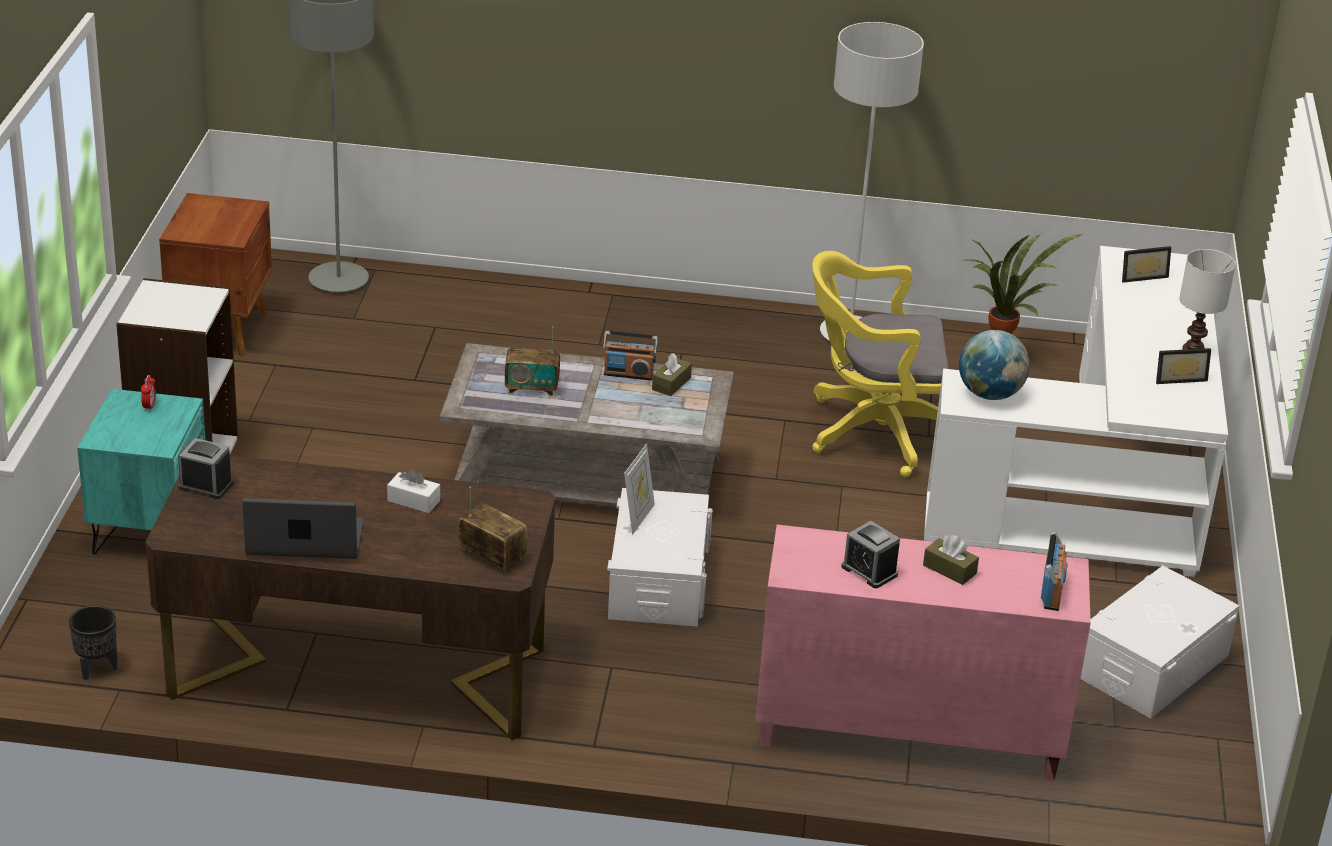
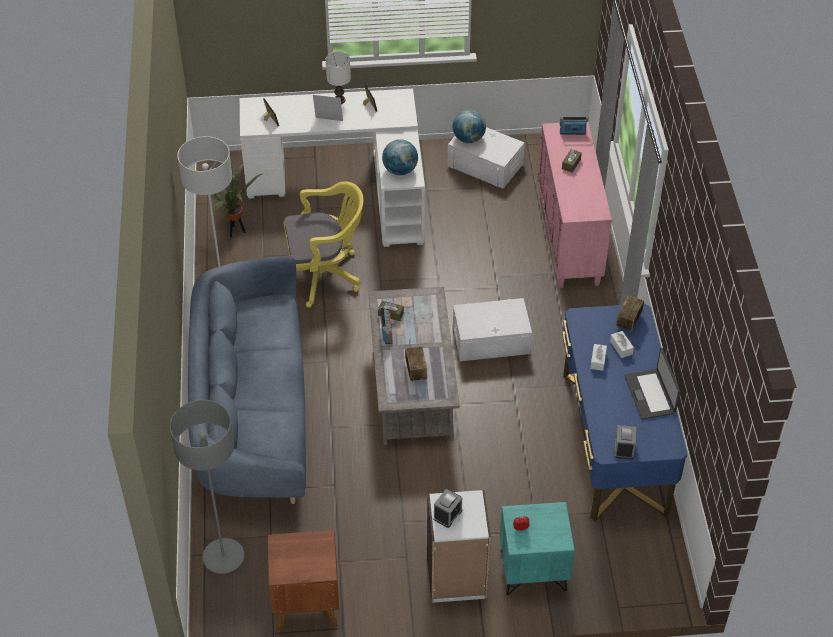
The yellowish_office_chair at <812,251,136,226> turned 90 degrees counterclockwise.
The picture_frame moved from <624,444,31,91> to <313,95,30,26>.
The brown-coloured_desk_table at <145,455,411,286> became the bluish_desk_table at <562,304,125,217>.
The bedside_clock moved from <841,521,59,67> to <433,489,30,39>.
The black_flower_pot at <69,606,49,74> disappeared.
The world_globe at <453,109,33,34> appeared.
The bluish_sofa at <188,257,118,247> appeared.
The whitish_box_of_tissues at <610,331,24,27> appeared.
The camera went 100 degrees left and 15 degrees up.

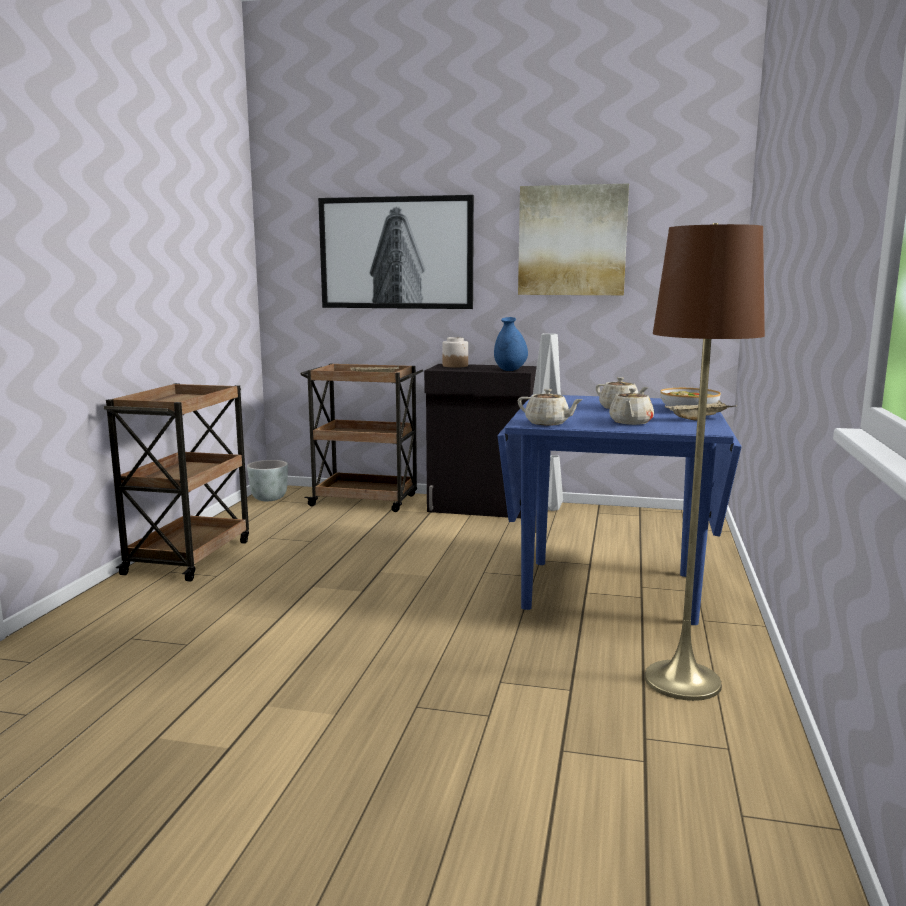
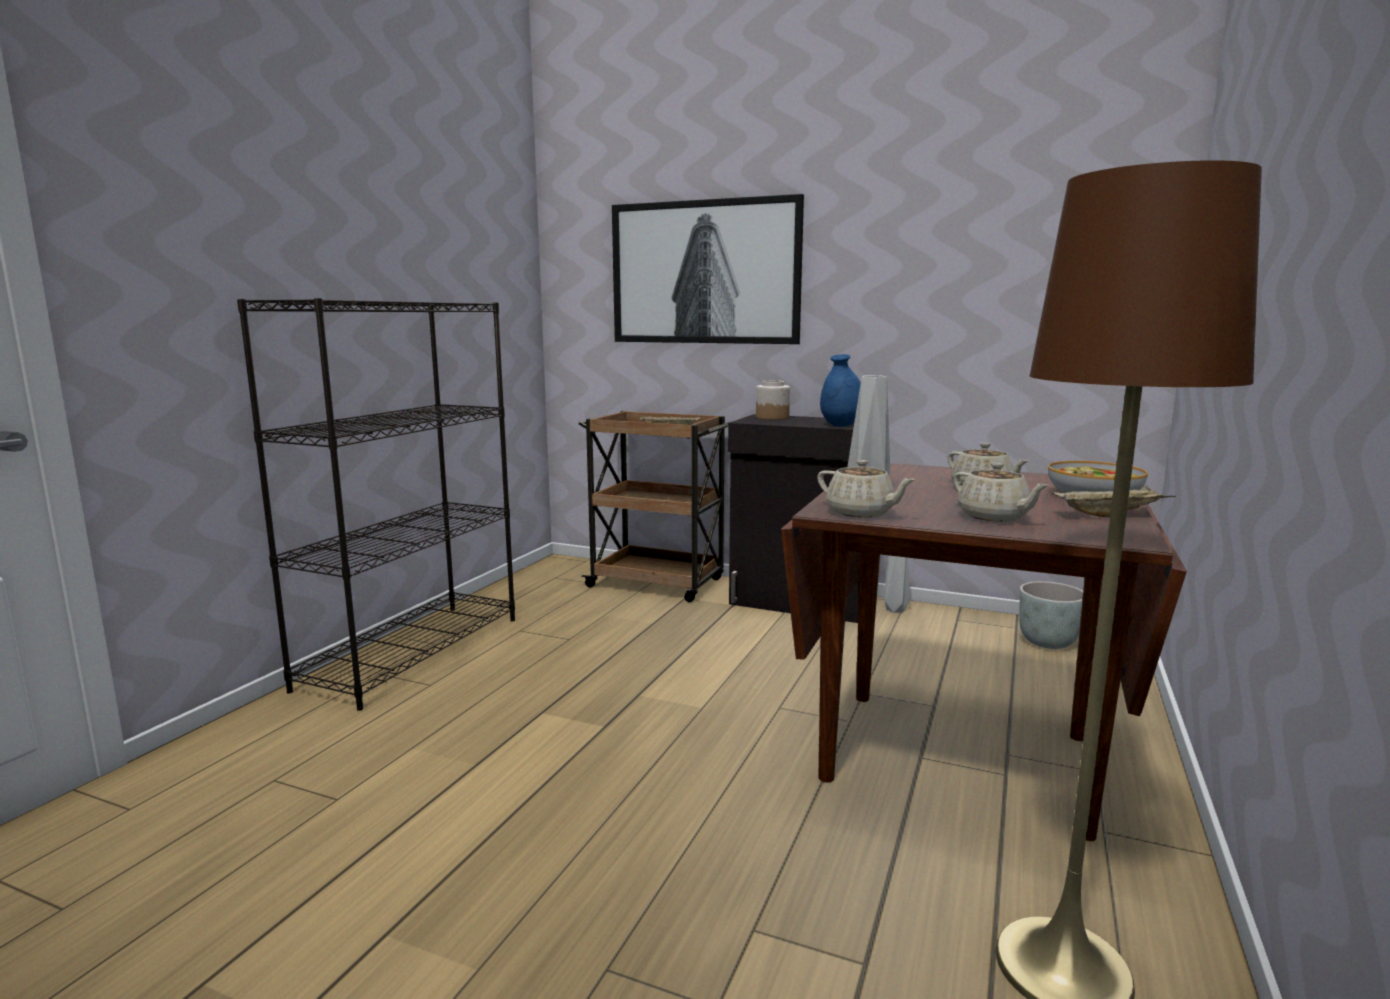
The wall_art at <518,184,111,111> disappeared.
The brown-coloured_trolley at <103,383,146,199> was replaced by the black_bookcase at <237,298,278,413>.
The beige-coloured_teapot at <609,388,45,37> turned 60 degrees counterclockwise.
The bluish_dining_table at <497,394,245,231> became the brown-coloured_dining_table at <781,463,406,378>.
The greyish_flower_pot moved from <247,460,41,41> to <1019,581,64,68>.
The camera went 10 degrees right and 0 degrees up.

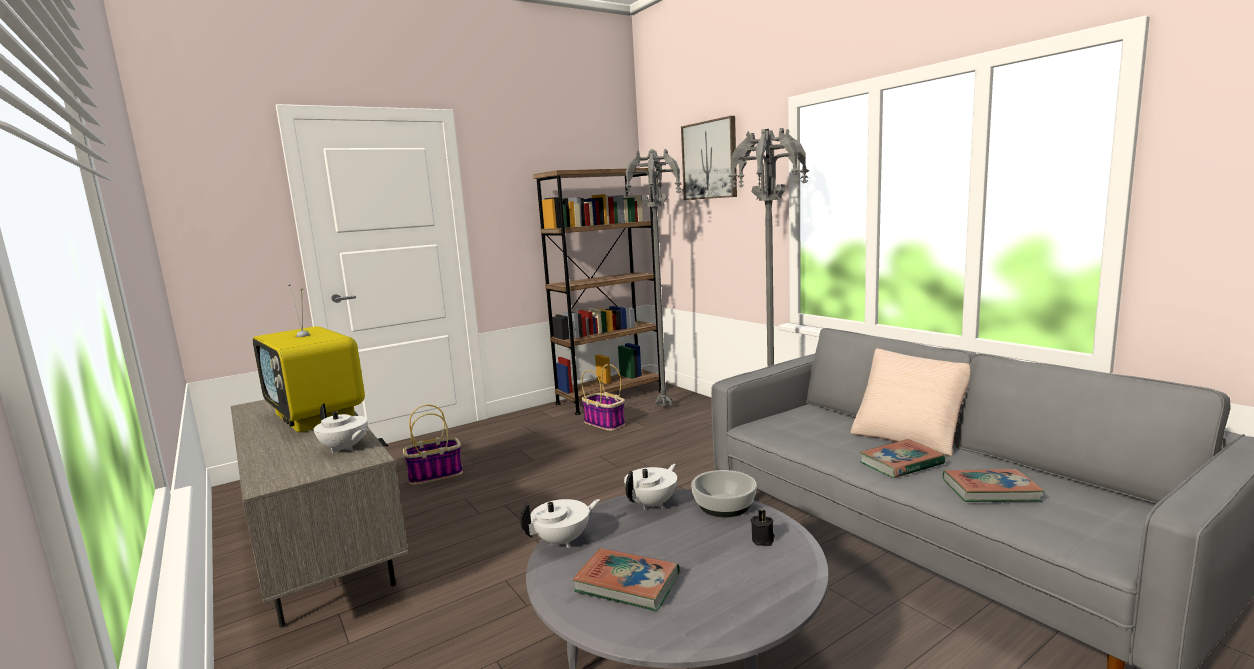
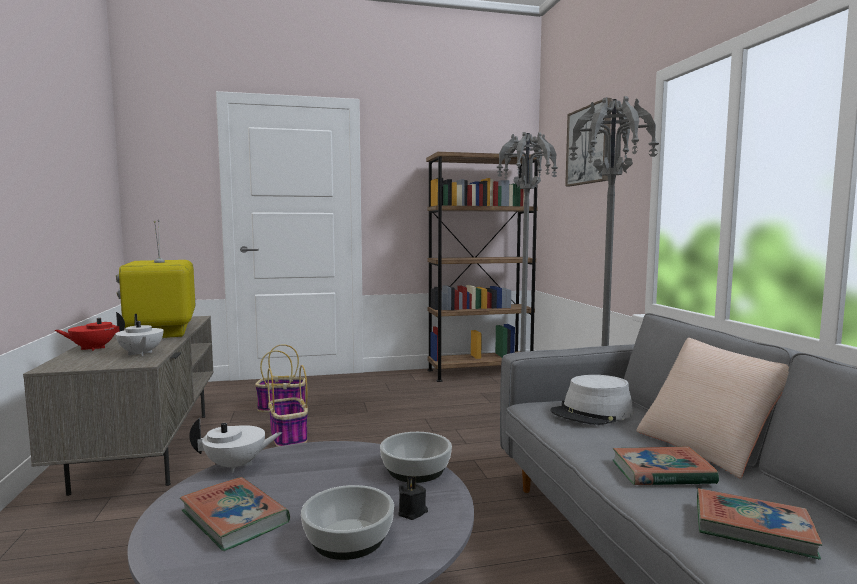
The basket moved from <581,364,44,67> to <267,365,41,82>.
The whitish_teapot at <624,464,53,45> disappeared.
The red_teapot at <54,312,71,39> appeared.
The greyish_wearable_hat at <550,375,83,50> appeared.
The deep_dish at <301,485,93,75> appeared.
The camera went 20 degrees right and 5 degrees down.

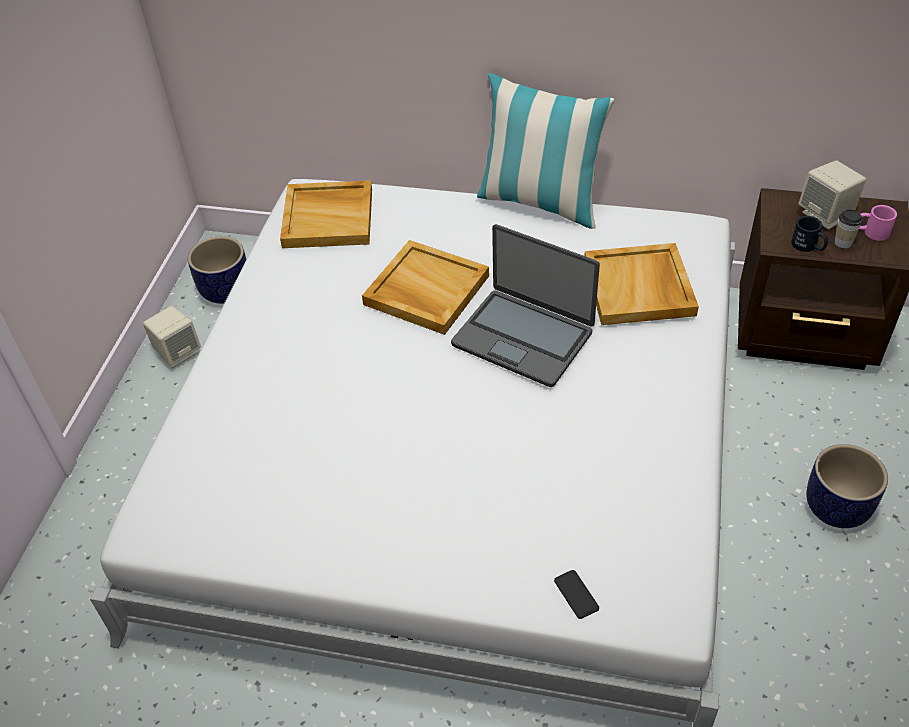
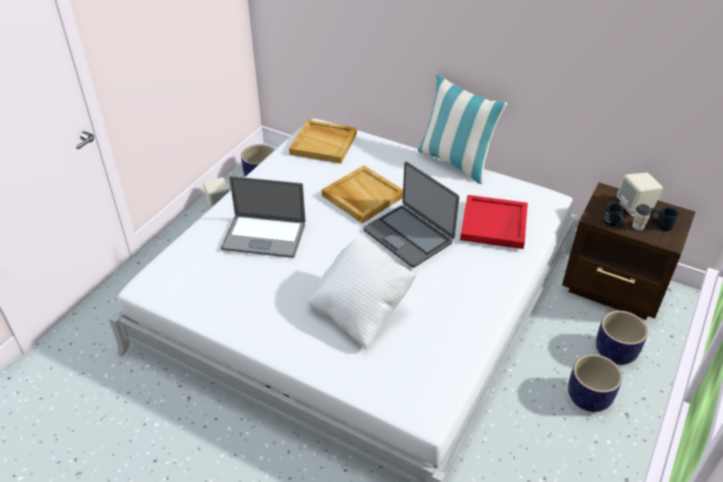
The pink_mug at <860,205,37,36> became the black_mug at <650,207,28,24>.
The beige-coloured_serving_tray at <584,243,115,82> became the red_serving_tray at <460,195,68,54>.
The telephone at <554,570,45,49> disappeared.
The laptop at <221,176,85,82> appeared.
The whitish_pillow at <307,239,110,110> appeared.
The flower_pot at <596,311,52,54> appeared.
The camera went 15 degrees right and 5 degrees down.

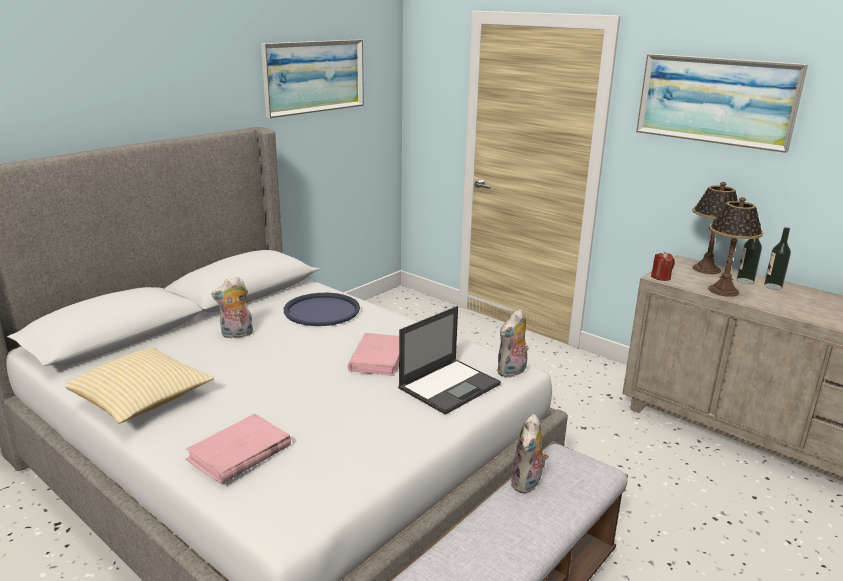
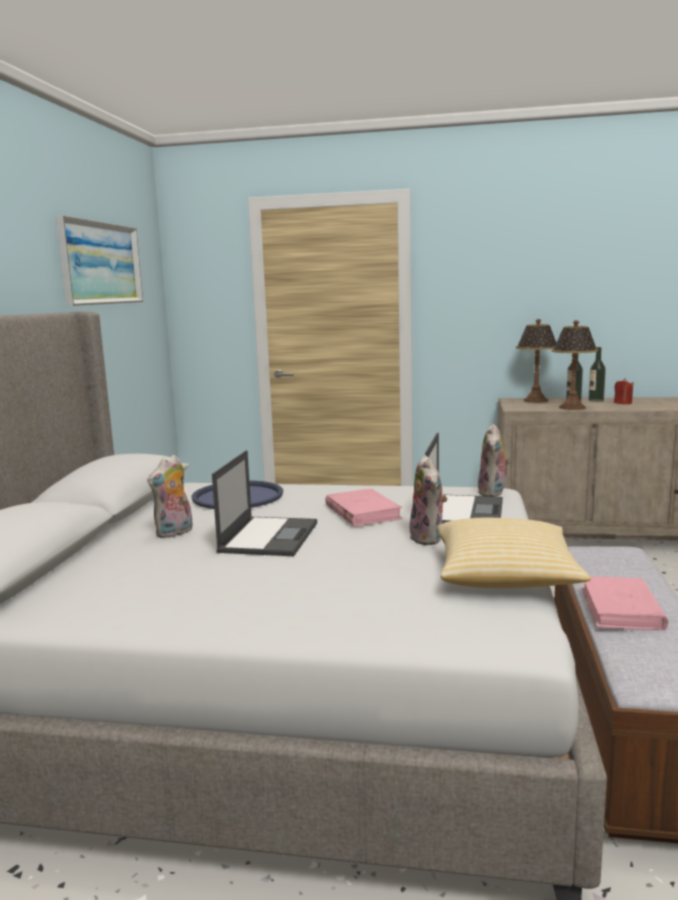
The wall_art at <636,54,172,99> disappeared.
The red_wax_candle moved from <651,252,24,29> to <614,378,20,26>.
The pillow moved from <65,348,149,76> to <437,518,154,70>.
The pink_bound_book moved from <185,414,106,70> to <582,576,86,54>.
The plush_toy moved from <510,414,39,80> to <409,455,38,90>.
The laptop at <212,450,105,106> appeared.
The camera went 30 degrees left and 10 degrees down.

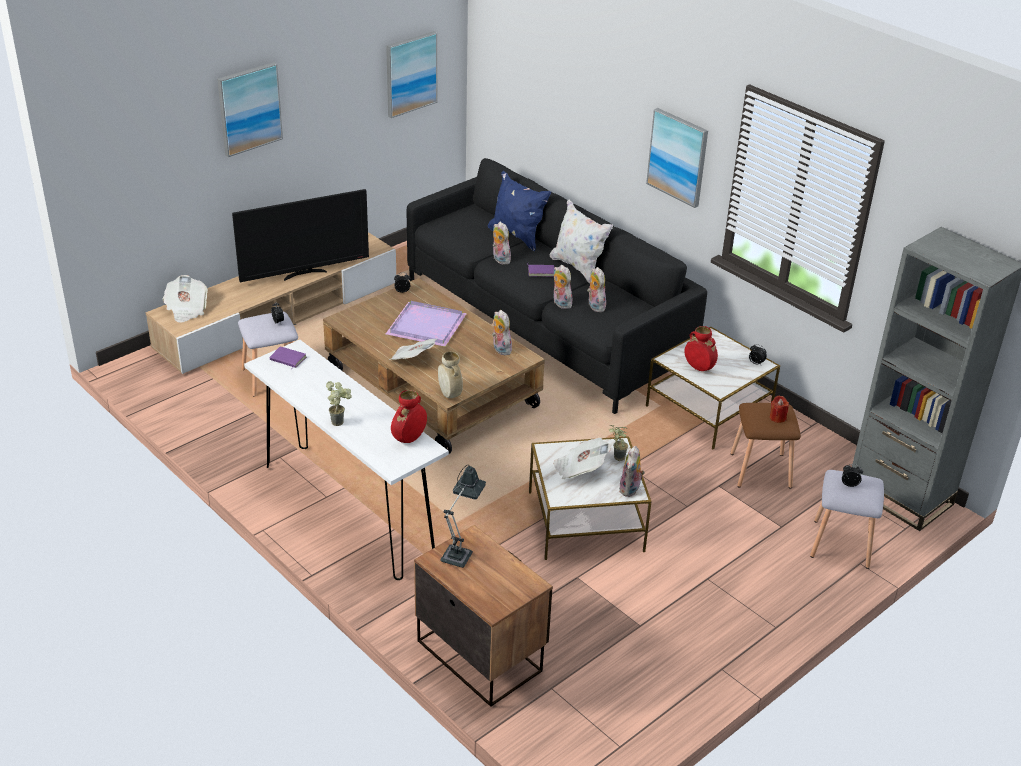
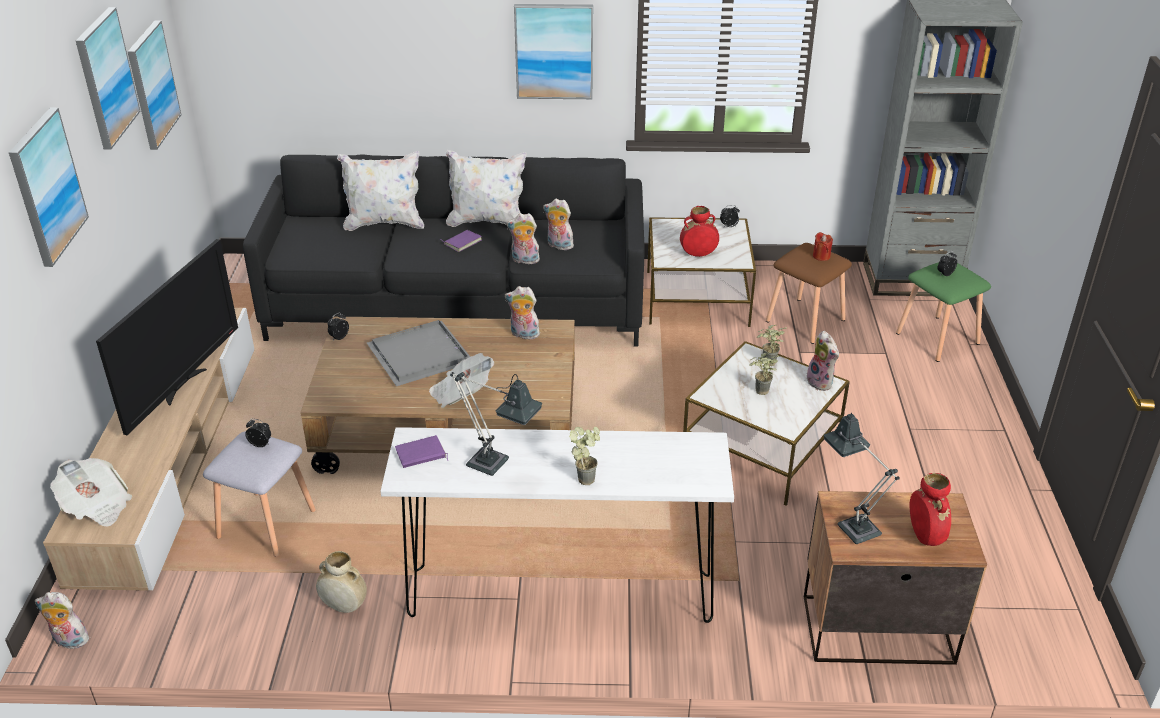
The bluish_pillow at <488,171,63,80> became the whitish_pillow at <337,151,87,80>.
The plush_toy moved from <493,222,19,43> to <35,592,54,57>.
The purple-coloured_serving_tray at <386,301,81,46> became the greyish_serving_tray at <367,320,103,66>.
The beige-coloured_vase moved from <438,351,25,47> to <316,551,51,62>.
The red_vase moved from <391,390,36,53> to <910,473,41,73>.
The newspaper at <553,438,58,41> was replaced by the houseplant at <749,353,31,42>.
The greyish_sitting_stool at <810,470,74,99> became the green-coloured_sitting_stool at <896,262,95,100>.
The wall_art at <76,7,65,143> appeared.
The lamp_for_a_table at <450,372,92,104> appeared.
The camera went 45 degrees left and 0 degrees up.

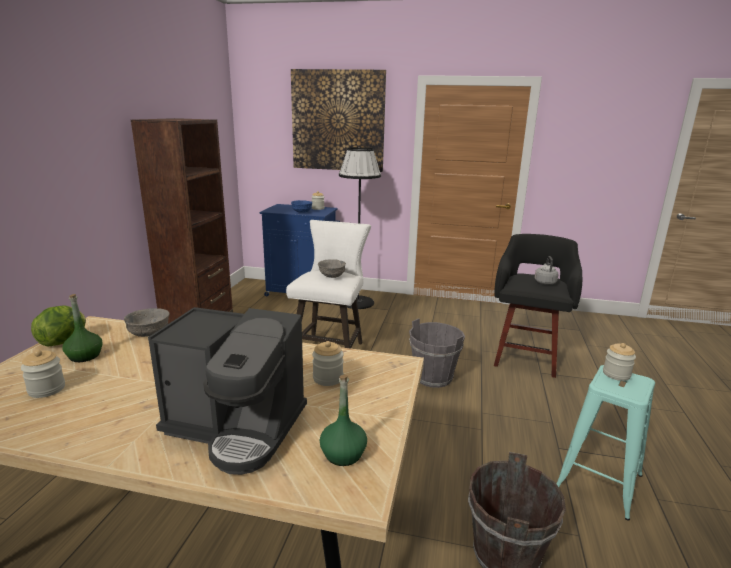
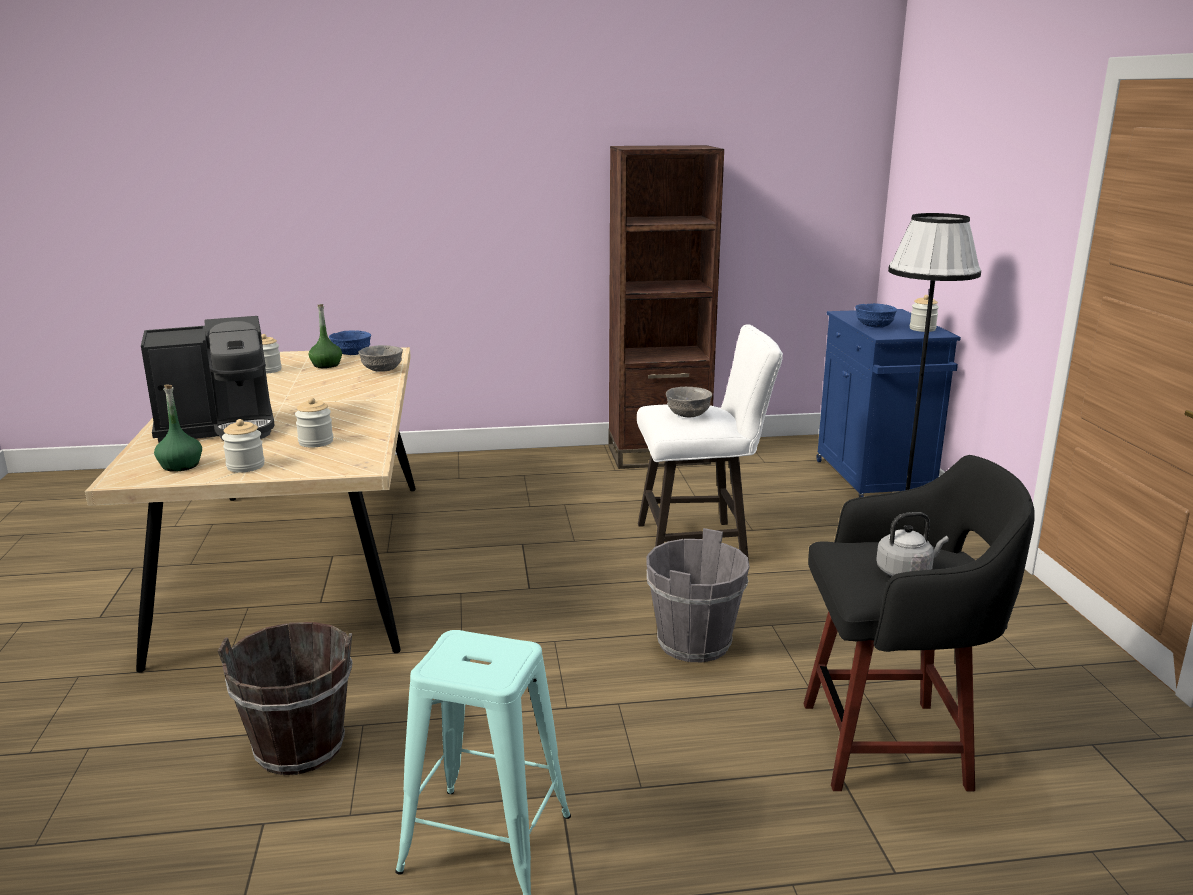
The wall_art at <291,69,95,103> disappeared.
The lettuce_head at <31,305,55,42> was replaced by the bluish_deep_dish at <329,330,42,25>.
The coffee_brewer at <148,307,159,168> turned 105 degrees counterclockwise.
The preserve_jar moved from <603,343,33,38> to <222,419,43,54>.
The camera went 70 degrees right and 0 degrees up.

